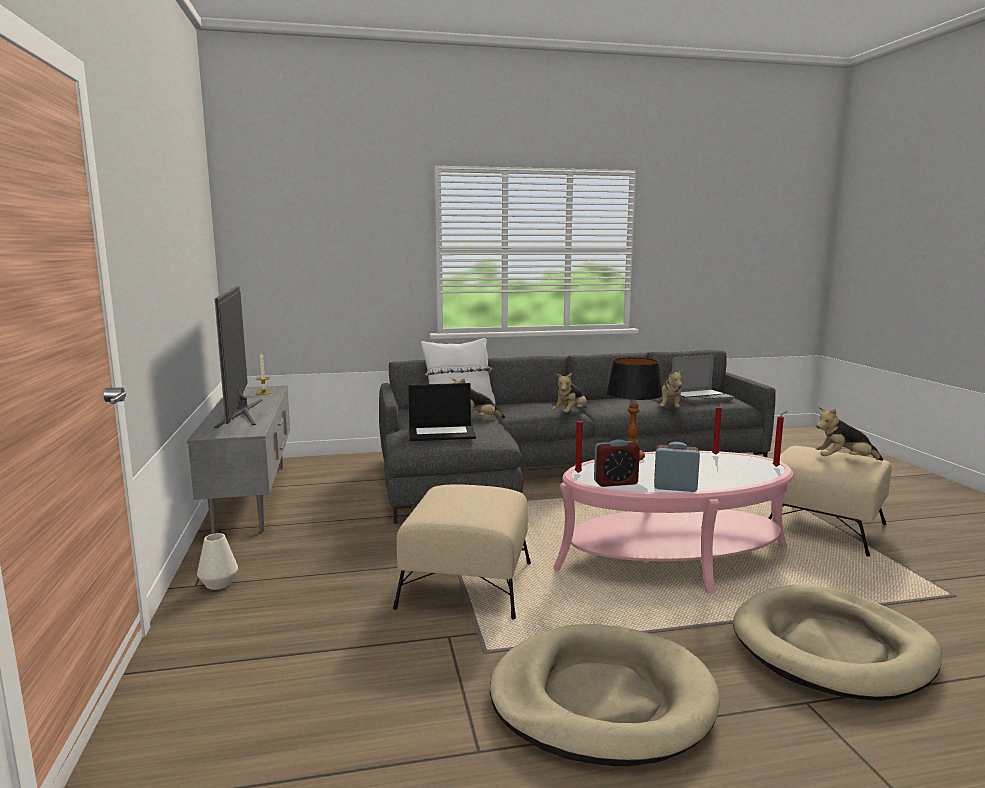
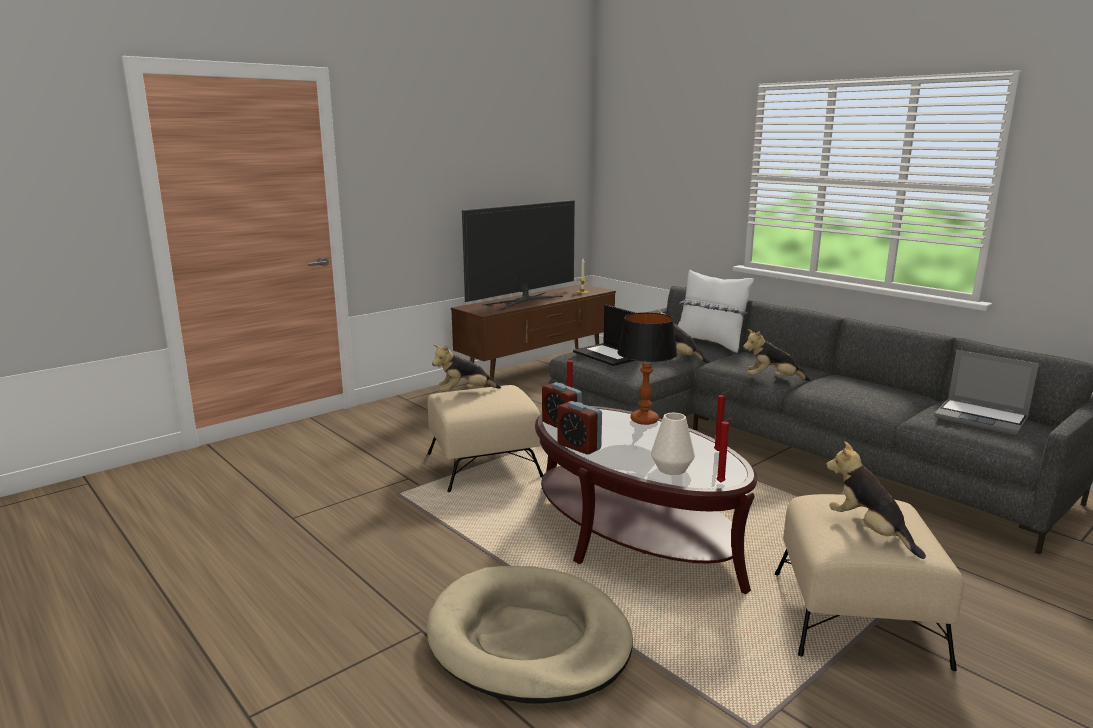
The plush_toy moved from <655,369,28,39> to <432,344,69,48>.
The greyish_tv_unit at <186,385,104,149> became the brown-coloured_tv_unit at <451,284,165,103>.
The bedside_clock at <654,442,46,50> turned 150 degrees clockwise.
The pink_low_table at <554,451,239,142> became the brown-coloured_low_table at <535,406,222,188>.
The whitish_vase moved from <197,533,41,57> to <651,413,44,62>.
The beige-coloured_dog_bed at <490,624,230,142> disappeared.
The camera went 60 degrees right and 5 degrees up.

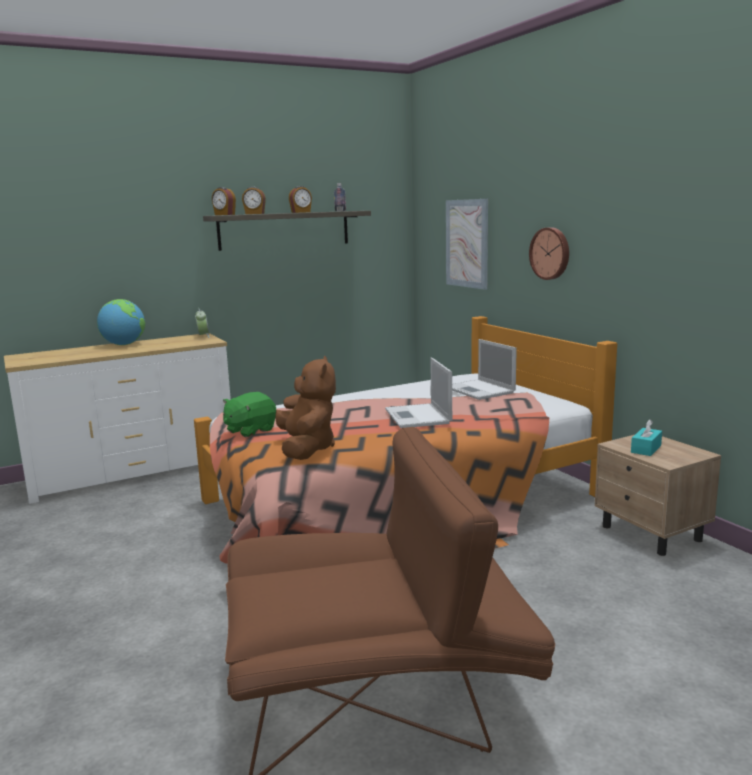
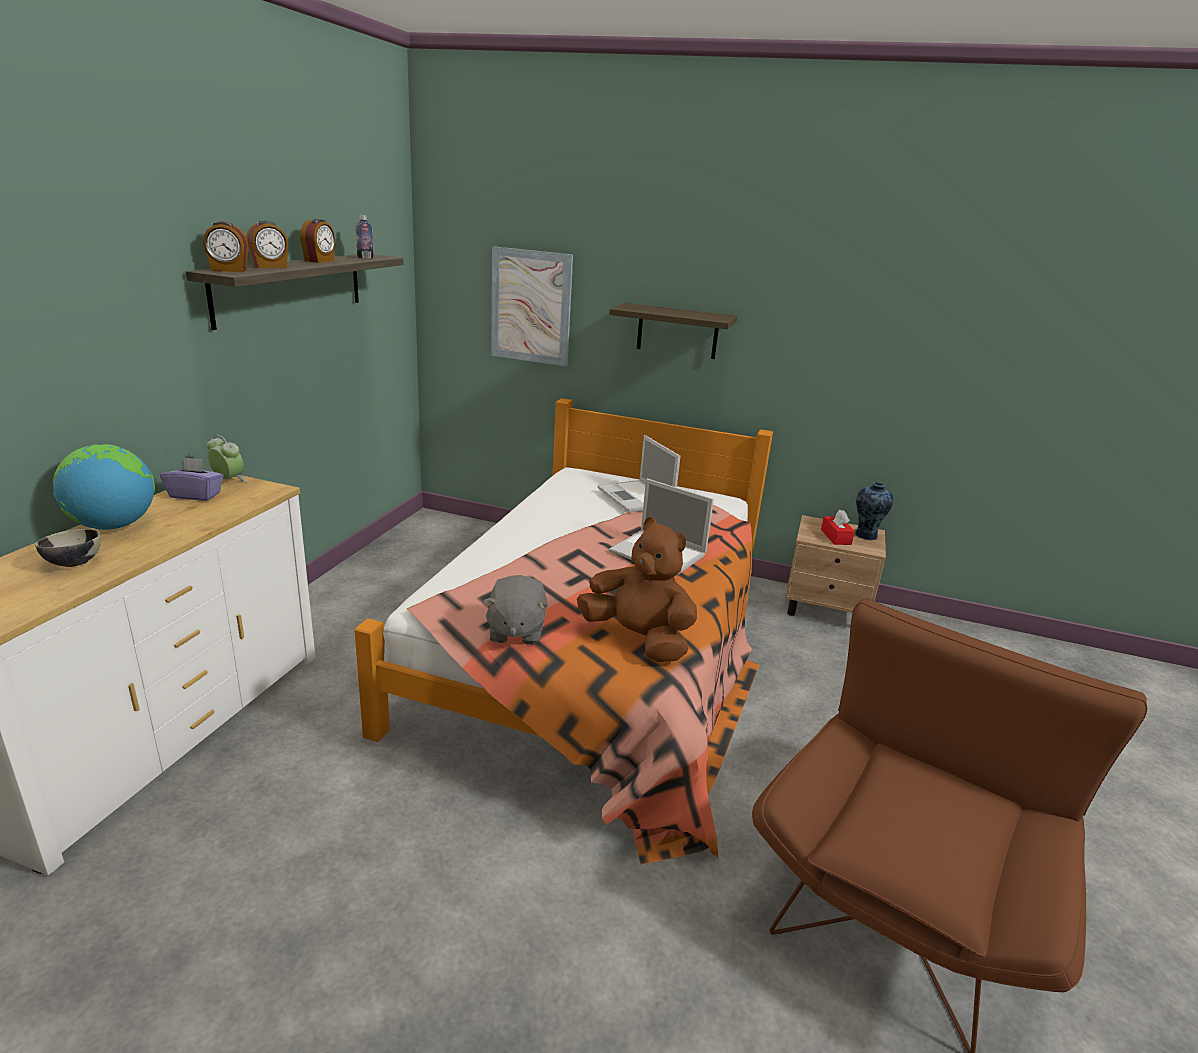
The wall_clock at <529,227,40,53> was replaced by the wall_shelf at <609,303,128,56>.
The laptop at <452,339,65,61> turned 45 degrees clockwise.
The green-coloured_plush_toy at <223,392,53,45> became the greyish_plush_toy at <483,575,65,70>.
The turquoise_box_of_tissues at <631,419,31,37> became the red_box_of_tissues at <821,510,34,35>.
The purple-coloured_box_of_tissues at <160,457,64,44> appeared.
The vase at <855,482,39,58> appeared.
The deep_dish at <35,529,66,38> appeared.
The camera went 45 degrees left and 10 degrees up.

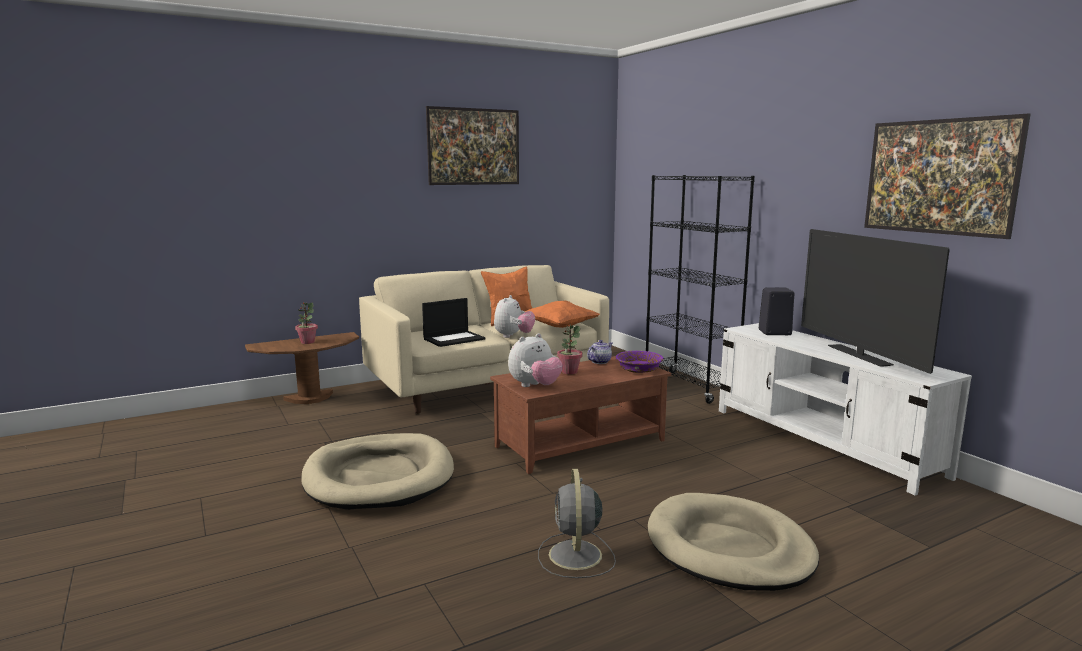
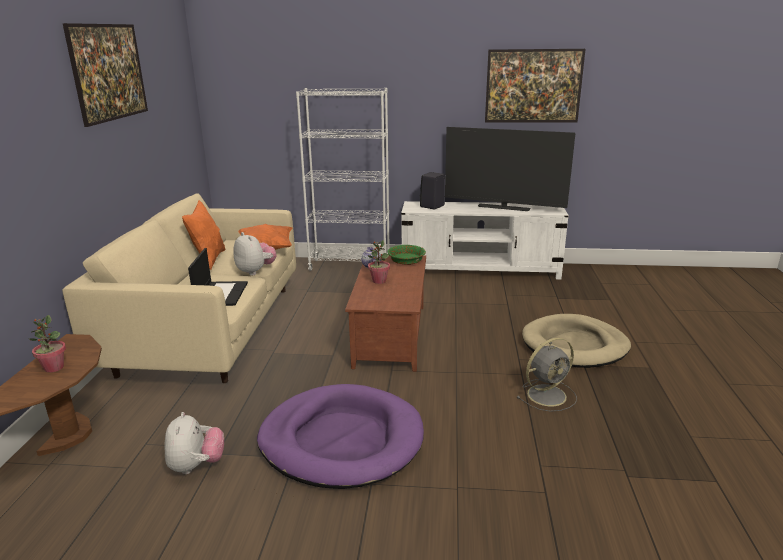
The black_bookcase at <646,175,109,229> became the whitish_bookcase at <296,88,94,183>.
The plush_toy moved from <508,333,55,54> to <164,412,60,62>.
The purple-coloured_deep_dish at <615,351,49,22> became the green-coloured_deep_dish at <388,245,38,20>.
The beige-coloured_dog_bed at <301,433,153,77> became the purple-coloured_dog_bed at <257,384,167,105>.
The greyish_cooling_fan at <538,469,78,109> turned 60 degrees counterclockwise.
The camera went 55 degrees left and 10 degrees up.

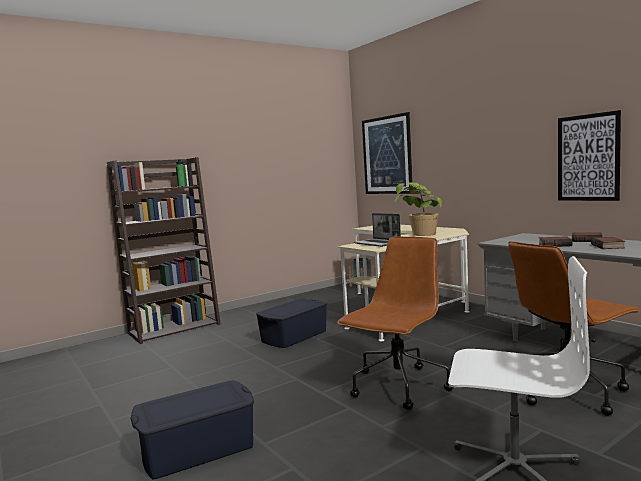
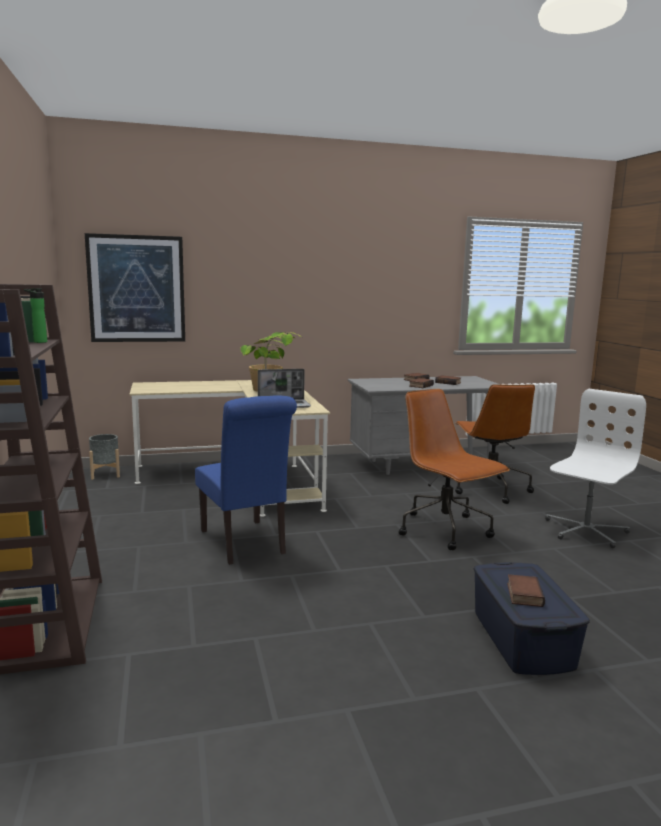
The wall_art at <558,110,63,91> disappeared.
The bluish_storage_container at <256,299,71,49> was replaced by the bluish_chair at <195,395,102,170>.
The bound_book at <507,574,38,33> appeared.
The camera went 70 degrees left and 5 degrees up.

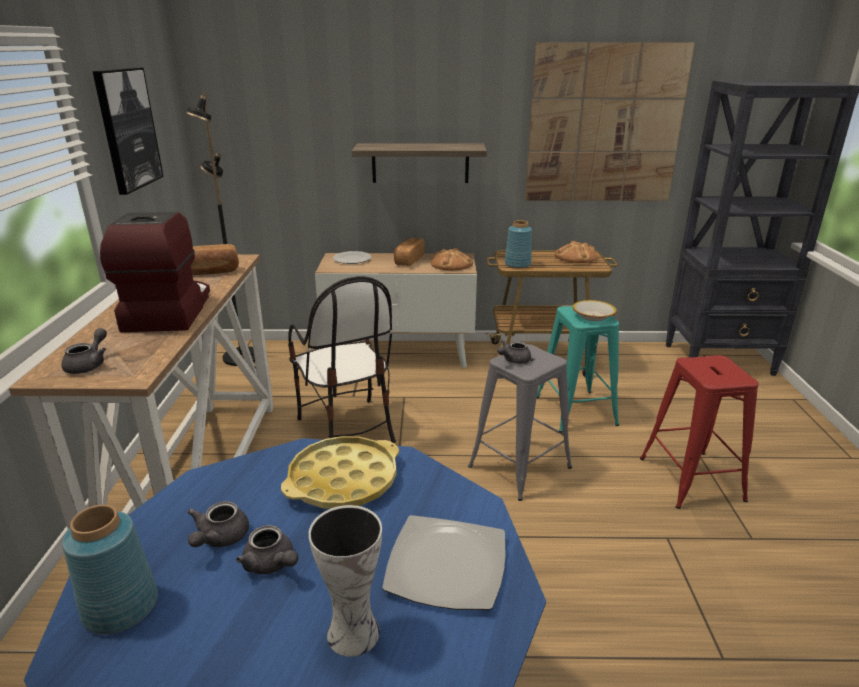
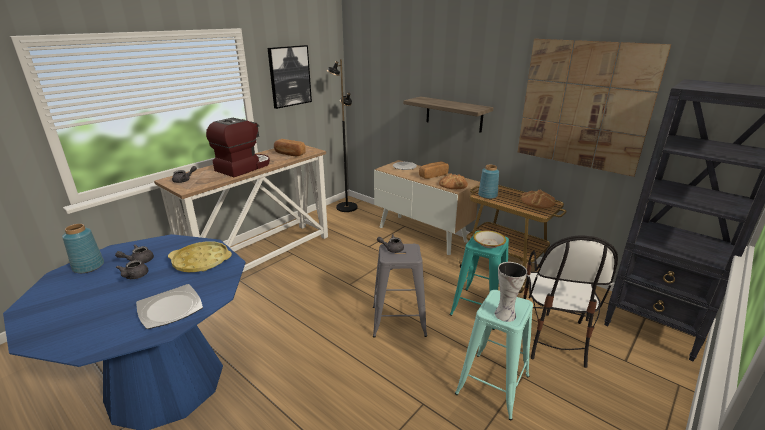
The chair moved from <288,276,108,167> to <523,235,95,133>.
The red_sitting_stool at <640,355,118,154> became the turquoise_sitting_stool at <455,290,78,130>.
The vase moved from <308,505,74,152> to <495,262,32,60>.
The camera went 40 degrees right and 0 degrees up.

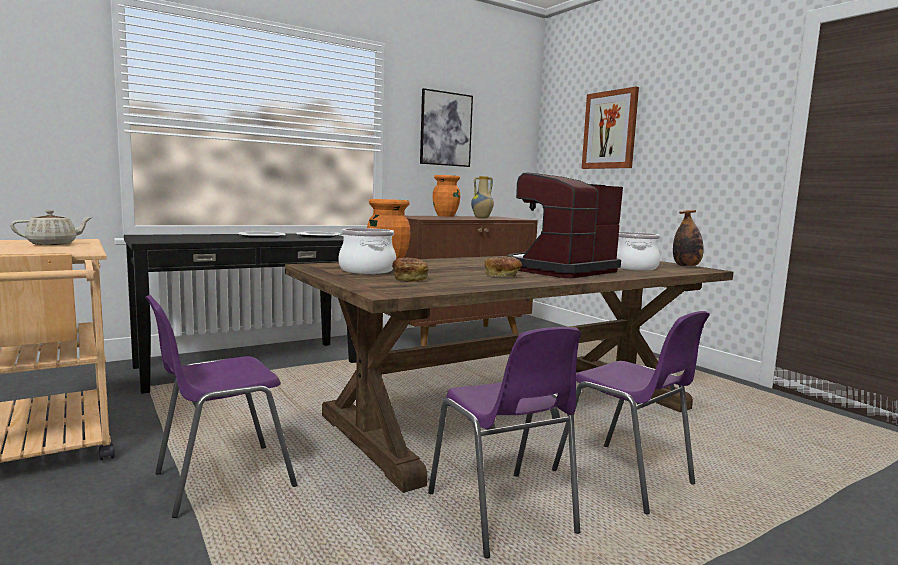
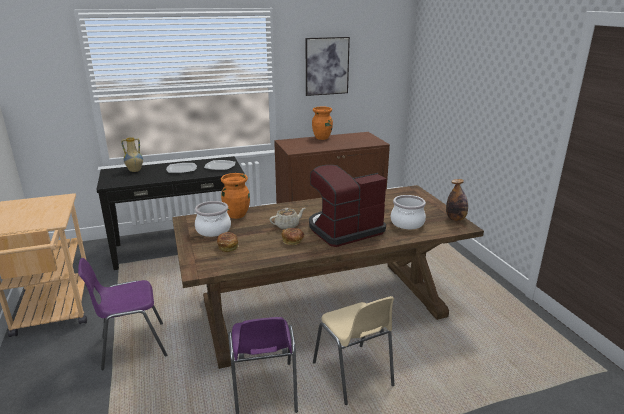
The wall_art at <582,87,57,82> disappeared.
The vase moved from <471,176,23,43> to <121,137,22,35>.
The beige-coloured_teapot moved from <10,210,83,35> to <269,208,36,21>.
The purple-coloured_chair at <552,311,158,203> became the beige-coloured_chair at <313,296,81,109>.
The camera went 15 degrees right and 15 degrees up.

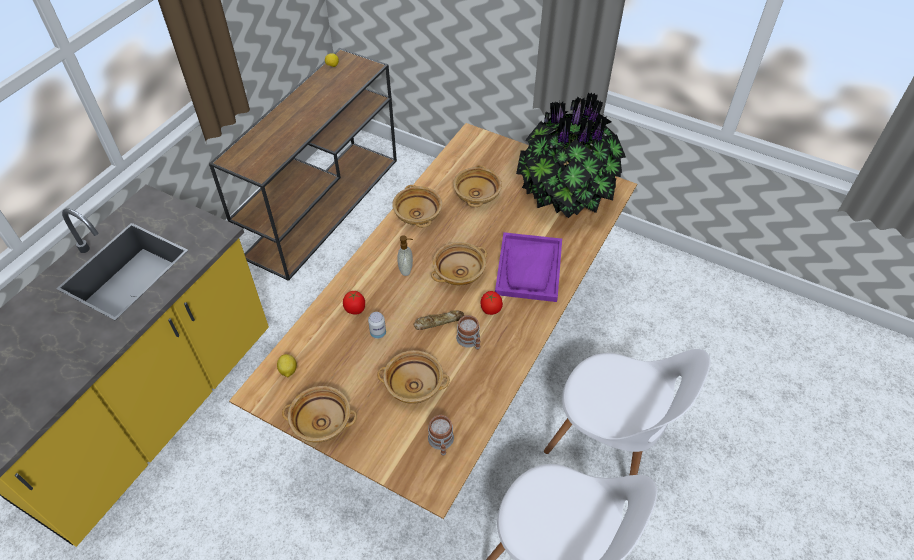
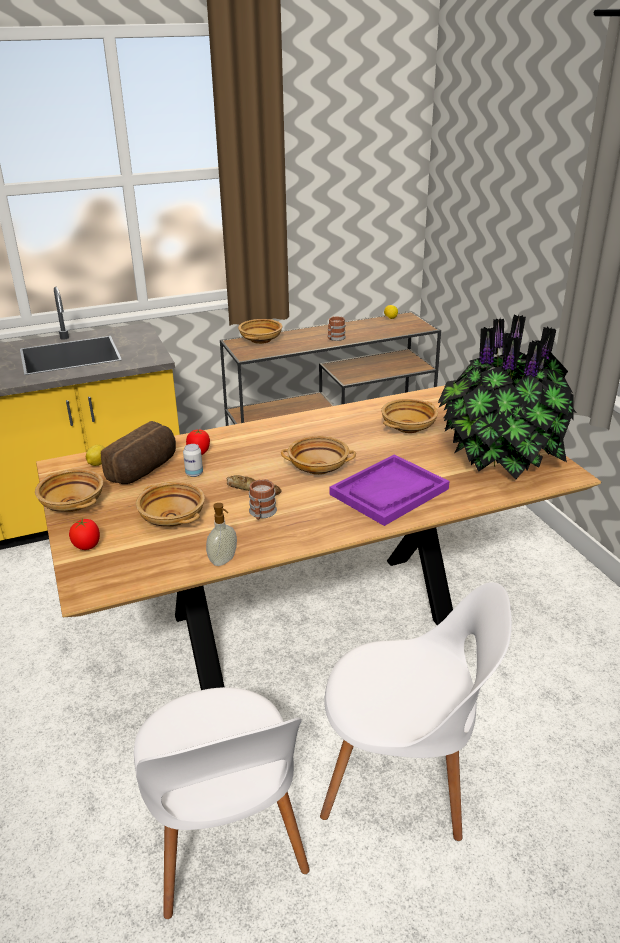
The beige-coloured_deep_dish moved from <392,185,50,43> to <238,319,44,25>.
The liquid_soap_bottle moved from <397,235,16,41> to <206,503,31,63>.
The whole_tomato moved from <481,291,22,24> to <69,519,31,31>.
The whitish_chair at <544,349,167,127> turned 60 degrees counterclockwise.
The mug moved from <428,415,26,41> to <328,316,18,25>.
The baked_bread at <101,421,75,63> appeared.
The camera went 40 degrees right and 20 degrees down.

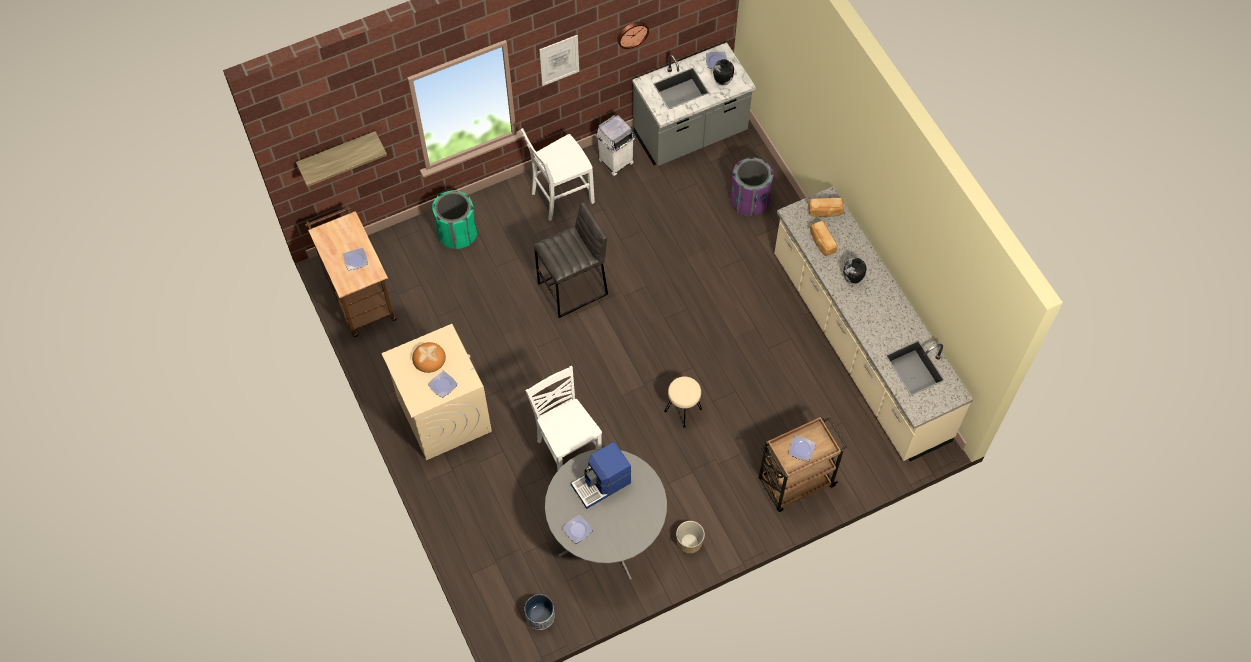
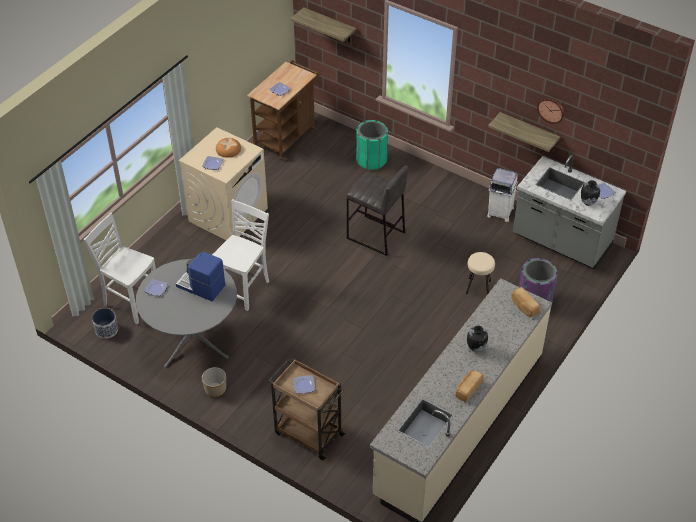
The wall_art at <539,35,40,51> disappeared.
The whitish_chair moved from <521,128,74,93> to <83,213,73,111>.
The baked_bread moved from <810,220,27,36> to <455,370,28,32>.
The beige-coloured_sitting_stool moved from <664,376,38,52> to <466,252,29,43>.
The wall_shelf at <488,112,72,40> appeared.
The camera went 60 degrees right and 15 degrees down.

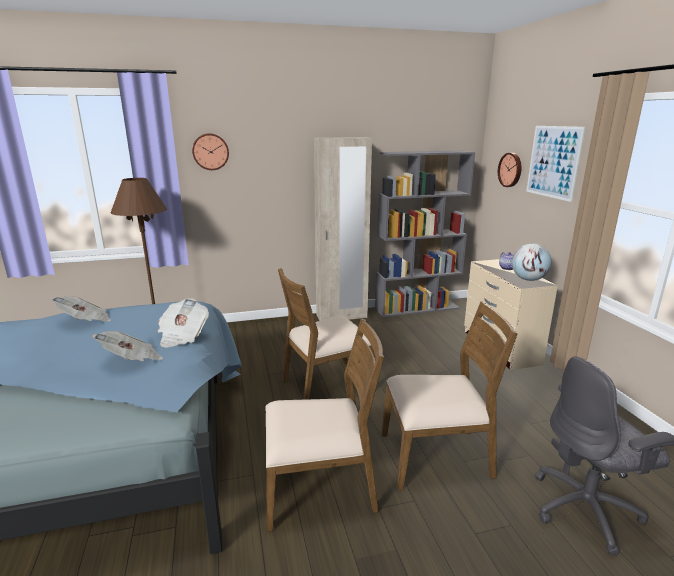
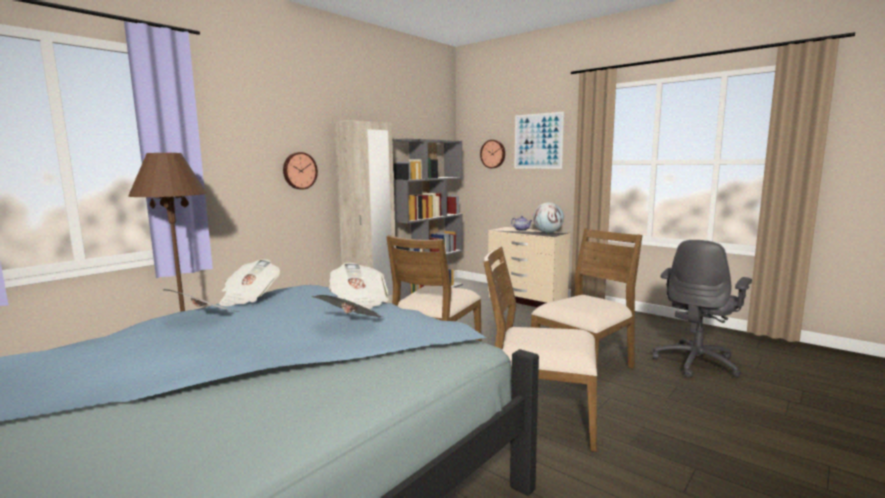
The wall_clock moved from <192,133,37,37> to <283,152,35,38>.
The brown-coloured_chair at <265,319,119,213> turned 120 degrees counterclockwise.
The newspaper at <219,259,61,47> appeared.
The camera went 35 degrees left and 10 degrees down.

